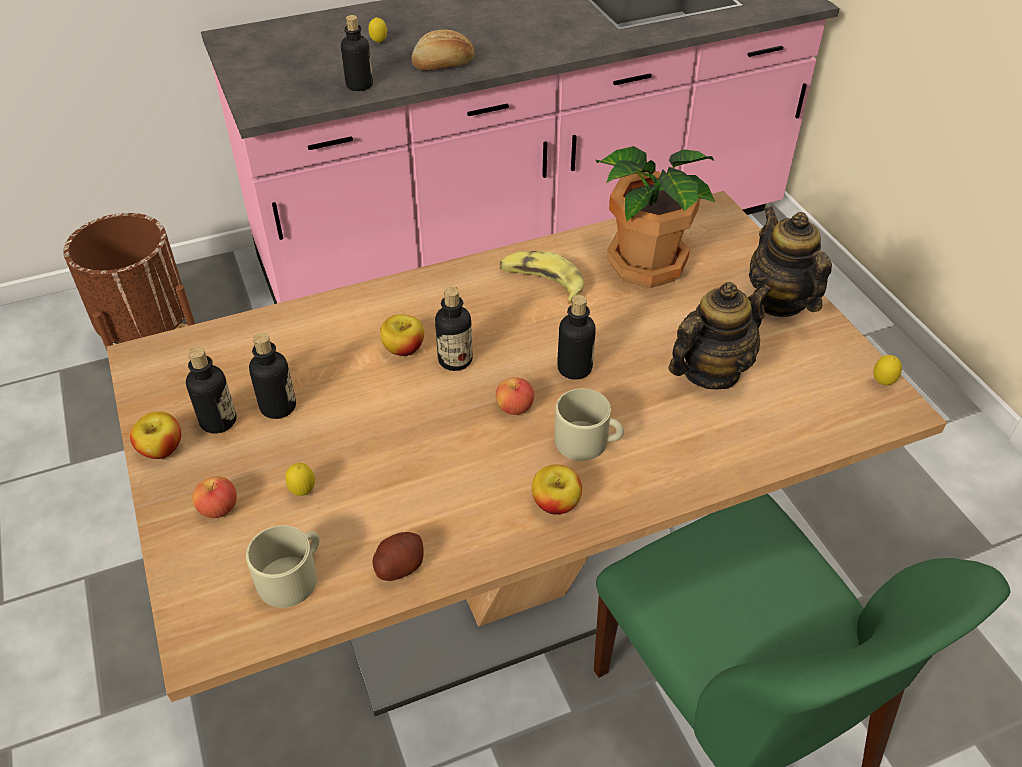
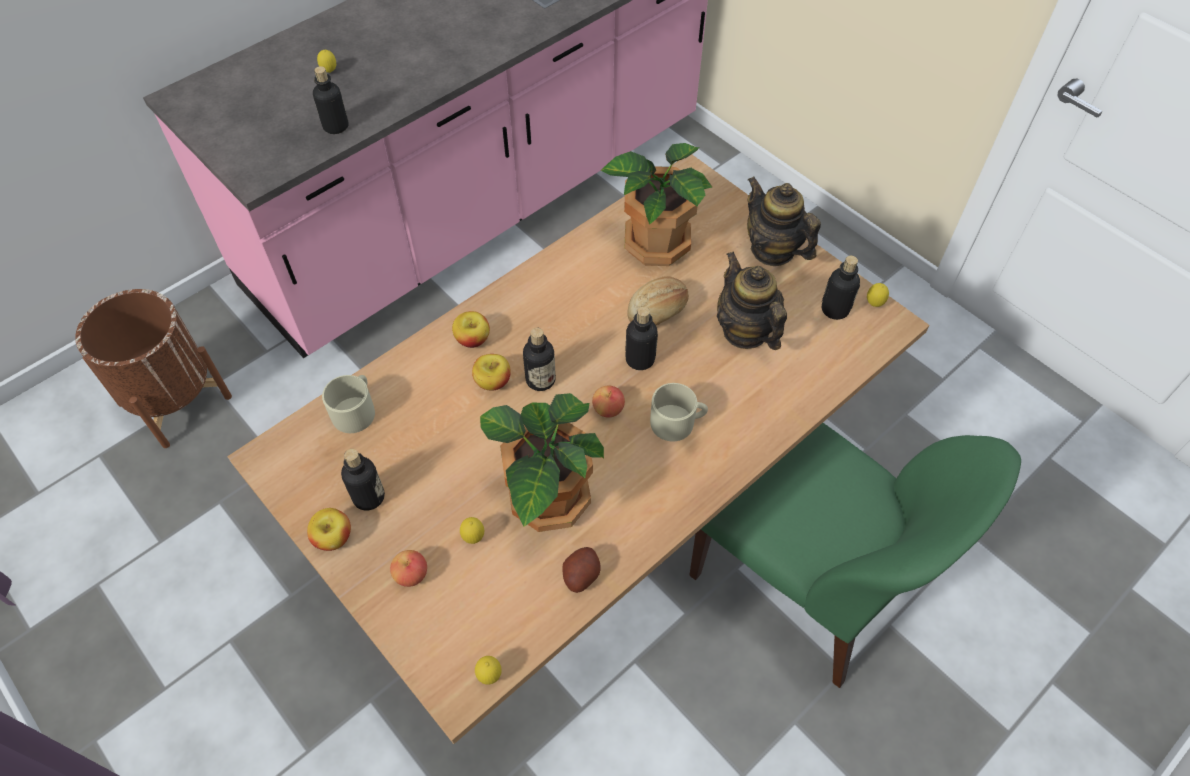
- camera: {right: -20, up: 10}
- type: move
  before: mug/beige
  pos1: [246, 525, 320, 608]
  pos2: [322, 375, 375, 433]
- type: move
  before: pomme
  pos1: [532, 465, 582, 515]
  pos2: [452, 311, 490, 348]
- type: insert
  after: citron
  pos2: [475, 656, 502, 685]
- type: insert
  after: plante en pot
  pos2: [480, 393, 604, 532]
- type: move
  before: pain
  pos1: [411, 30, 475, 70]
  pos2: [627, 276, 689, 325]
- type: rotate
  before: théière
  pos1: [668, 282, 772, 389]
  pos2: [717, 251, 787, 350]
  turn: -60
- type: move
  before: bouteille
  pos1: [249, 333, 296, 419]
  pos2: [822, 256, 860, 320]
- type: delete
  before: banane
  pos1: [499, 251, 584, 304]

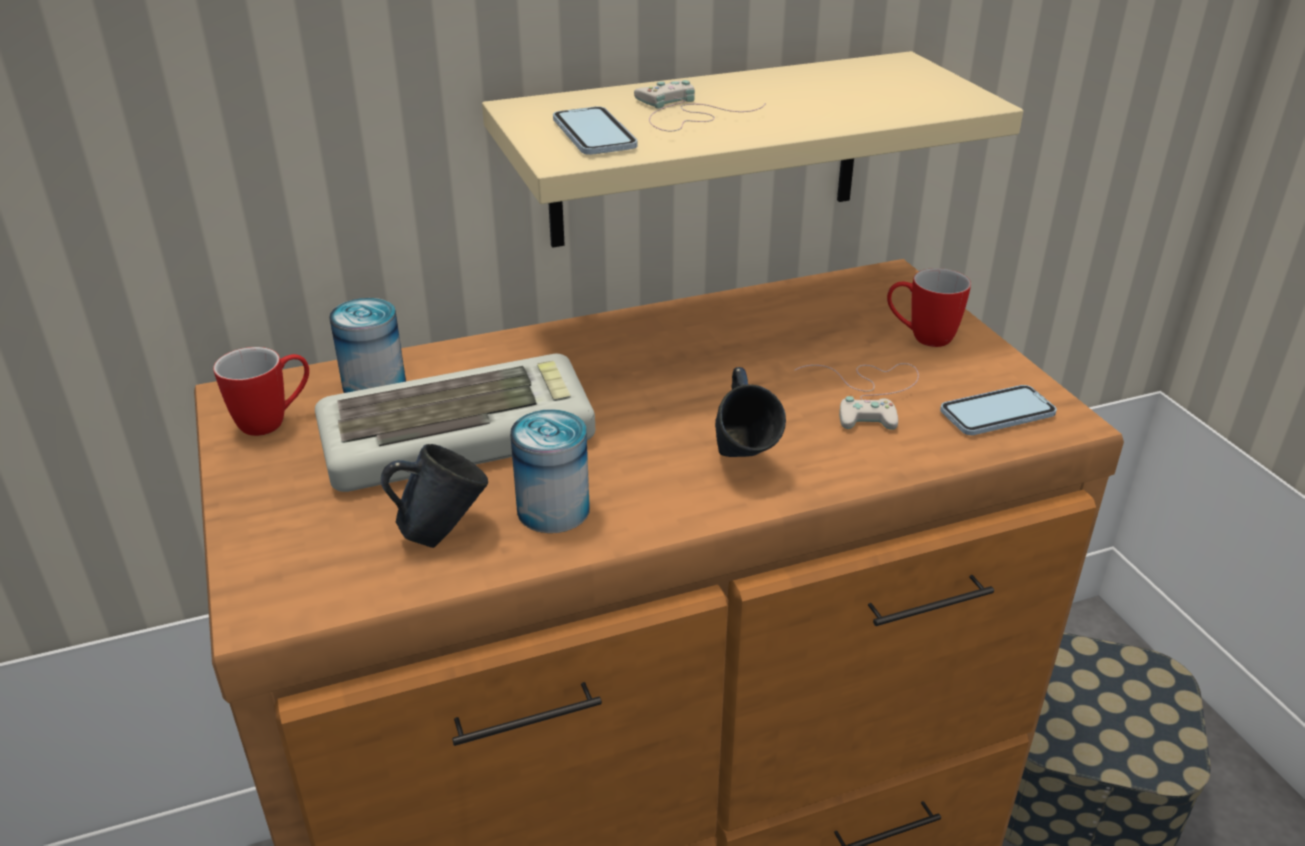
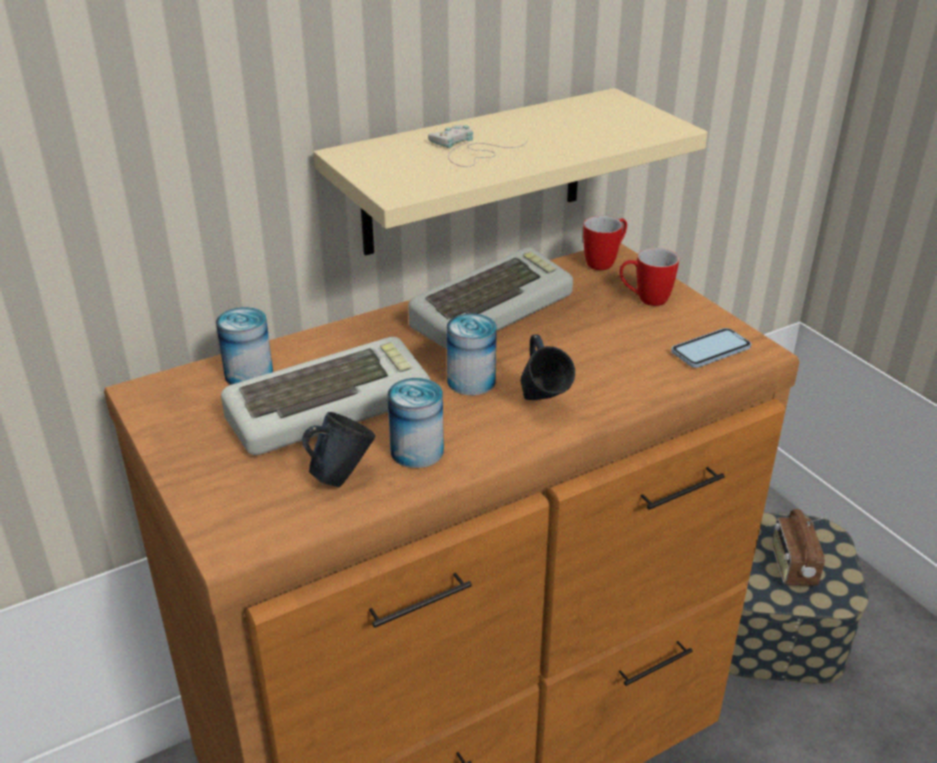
- camera: {right: -10, up: 0}
- type: insert
  after: clavier
  pos2: [409, 248, 573, 349]
- type: insert
  after: boîte métallique
  pos2: [447, 314, 497, 395]
- type: move
  before: mug
  pos1: [213, 347, 309, 436]
  pos2: [583, 216, 627, 270]
- type: insert
  after: radio
  pos2: [772, 509, 825, 586]
- type: delete
  before: téléphone
  pos1: [553, 107, 638, 155]
- type: delete
  before: manette/blanc
  pos1: [795, 363, 919, 430]

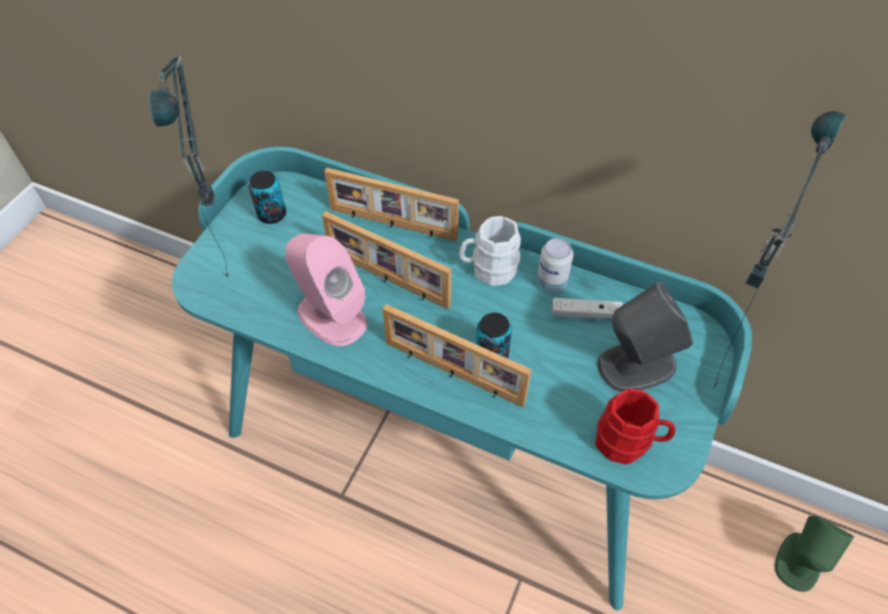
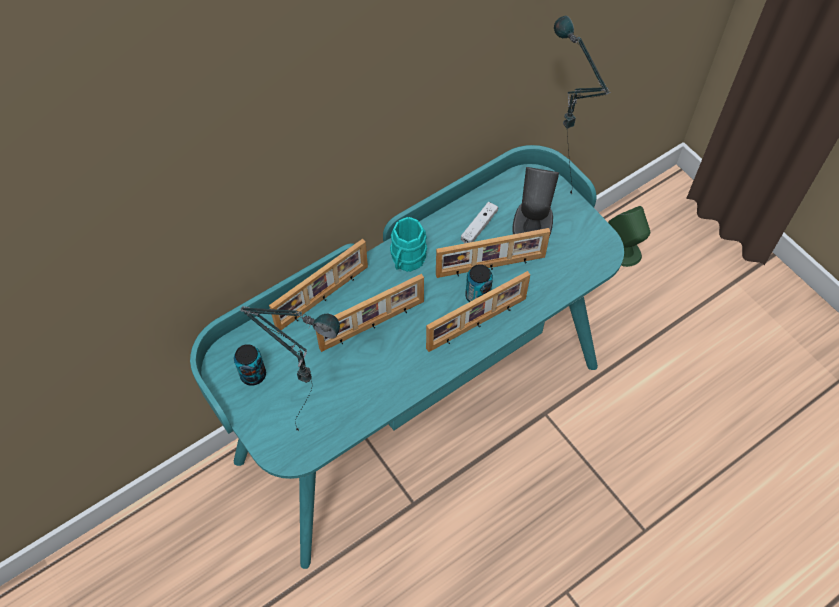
- camera: {right: -60, up: 5}
- type: recolor
  before: mug/blanc
  after: mug/turquoise
  pos1: [459, 216, 521, 286]
  pos2: [390, 217, 427, 272]
- type: insert
  after: cadre photo
  pos2: [436, 228, 550, 278]
- type: delete
  before: enceinte/rose
  pos1: [285, 234, 367, 346]
- type: delete
  before: boîte métallique
  pos1: [537, 238, 573, 292]
- type: delete
  before: mug/rouge
  pos1: [595, 388, 676, 464]

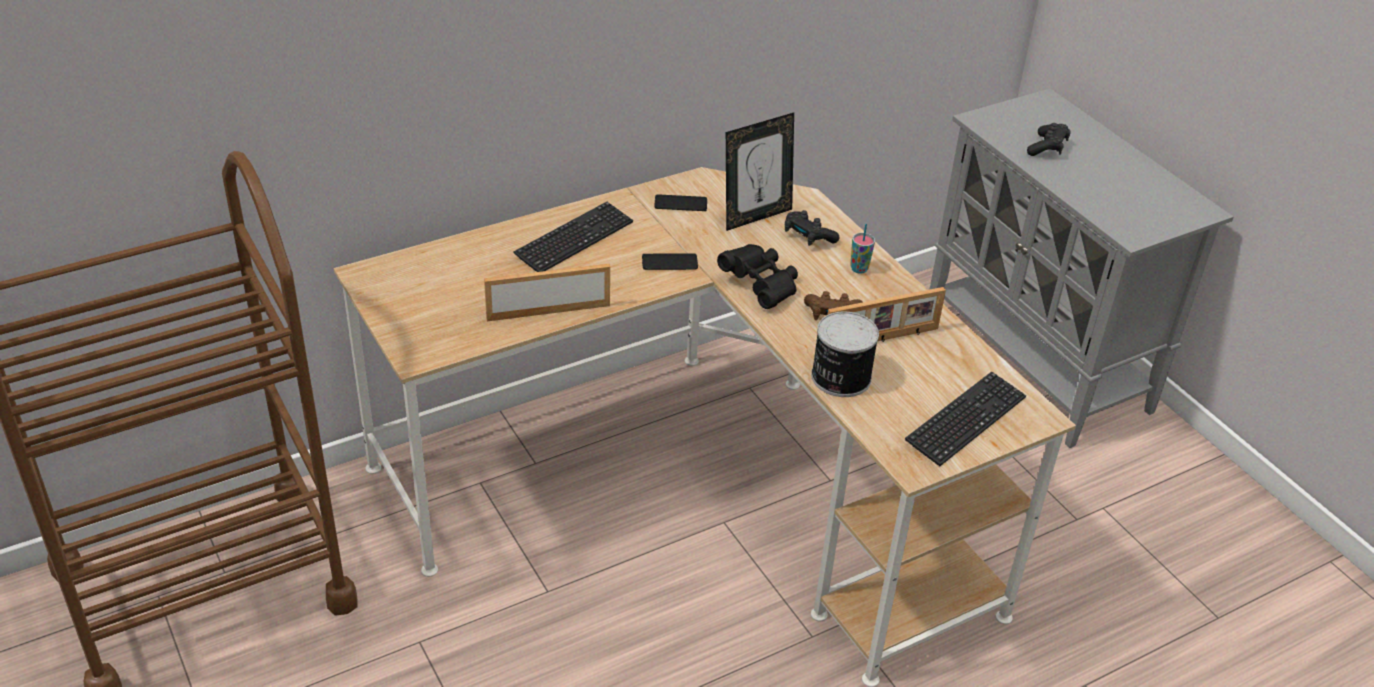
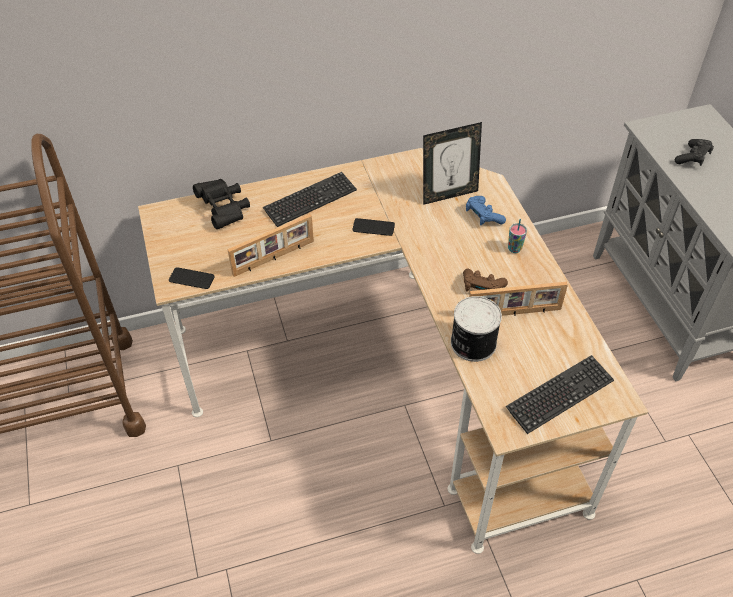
- camera: {right: 15, up: 10}
- type: move
  before: téléphone
  pos1: [654, 194, 707, 211]
  pos2: [169, 267, 215, 289]
- type: move
  before: jumelles/noir
  pos1: [717, 244, 798, 309]
  pos2: [193, 179, 250, 229]
- type: rotate
  before: cadre photo
  pos1: [484, 264, 610, 321]
  pos2: [227, 214, 314, 277]
  turn: 150
- type: recolor
  before: manette/noir
  after: manette/bleu
  pos1: [785, 210, 839, 246]
  pos2: [466, 196, 506, 225]

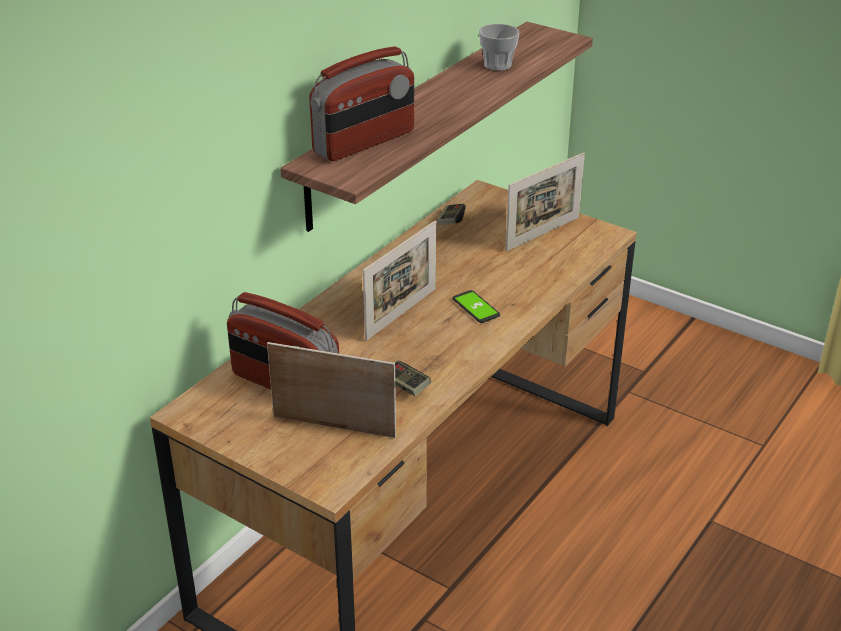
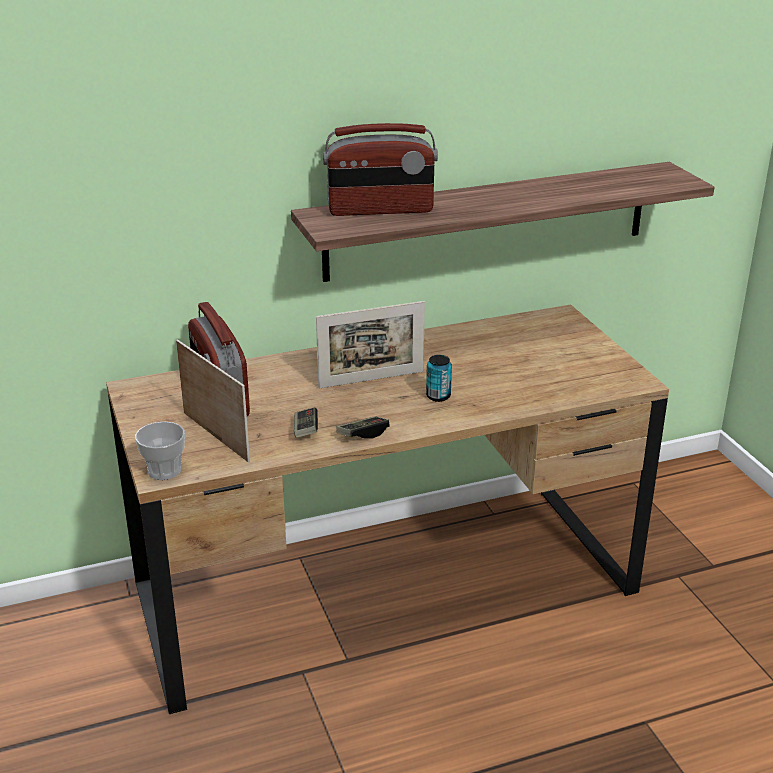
- camera: {right: 35, up: -5}
- type: move
  before: tasse
  pos1: [479, 24, 519, 71]
  pos2: [135, 421, 185, 480]
- type: move
  before: manette
  pos1: [437, 203, 466, 225]
  pos2: [336, 416, 390, 439]
- type: replace
  before: téléphone
  after: boîte métallique
  pos1: [452, 290, 500, 323]
  pos2: [426, 355, 452, 402]
- type: delete
  before: cadre photo
  pos1: [505, 153, 585, 251]

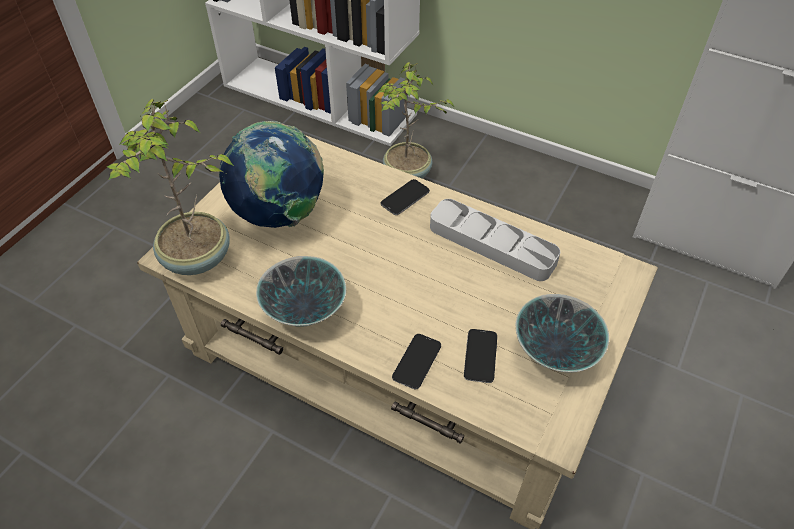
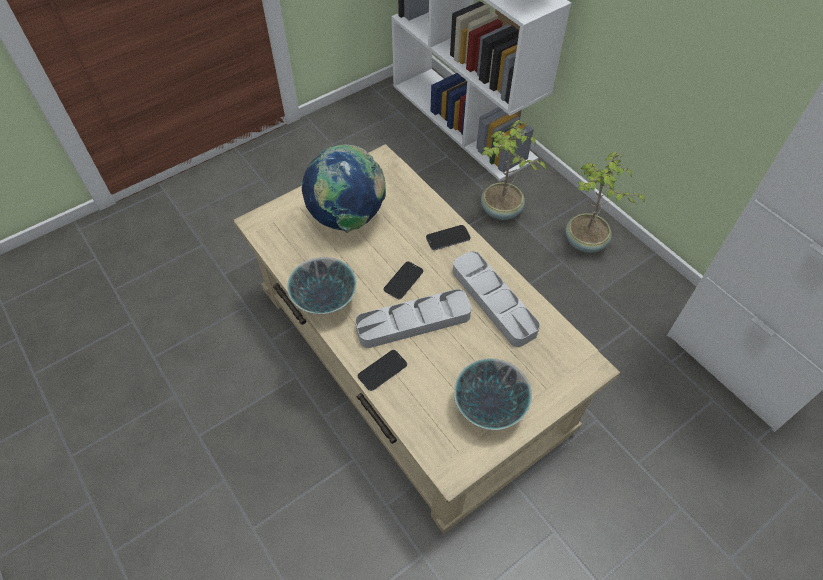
- camera: {right: 25, up: 5}
- type: insert
  after: plateau/gris
  pos2: [355, 289, 472, 348]
- type: move
  before: téléphone
  pos1: [464, 329, 497, 383]
  pos2: [384, 262, 423, 299]
- type: move
  before: plante en pot
  pos1: [107, 99, 234, 275]
  pos2: [565, 152, 645, 253]

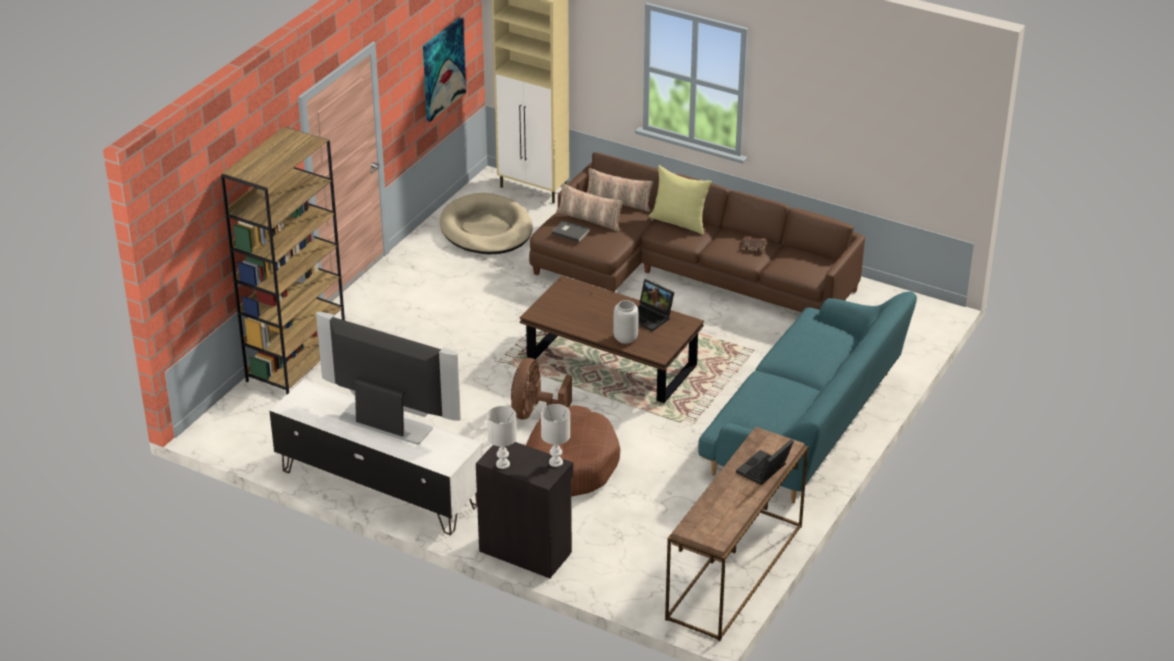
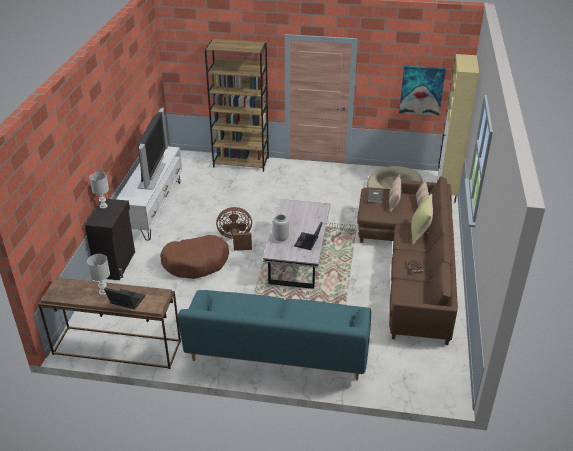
- camera: {right: 70, up: 0}
- type: move
  before: lampe de table/blanc
  pos1: [541, 404, 570, 467]
  pos2: [87, 254, 110, 295]
- type: recolor
  before: table basse/marron
  after: table basse/blanc
  pos1: [520, 276, 704, 403]
  pos2: [263, 199, 330, 289]

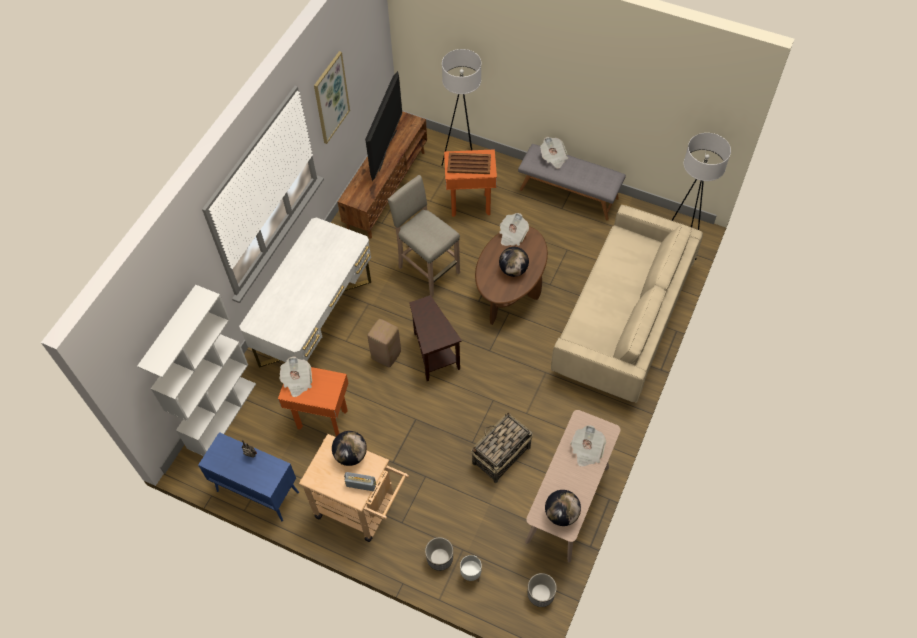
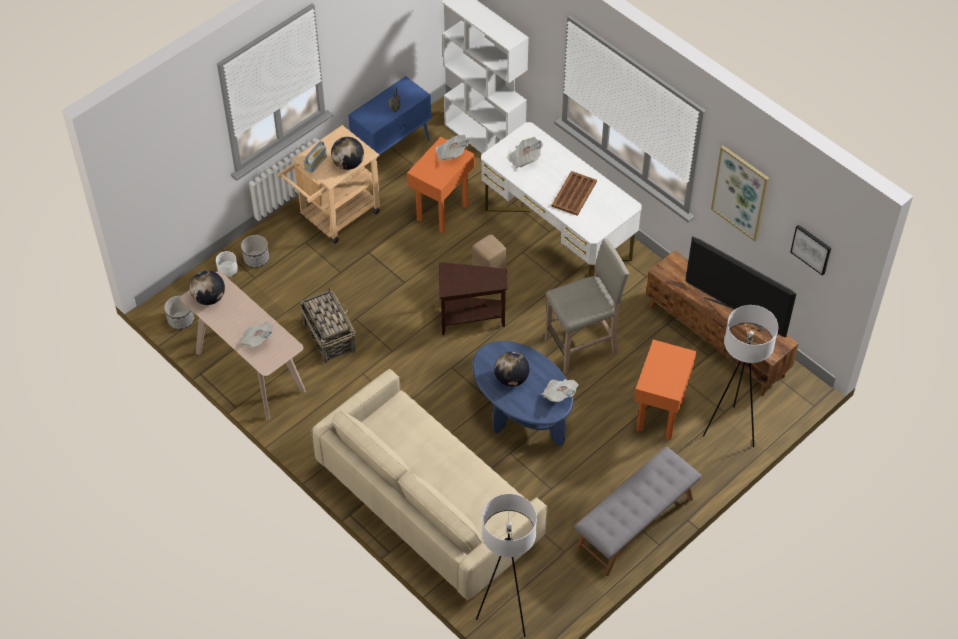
- camera: {right: 110, up: -5}
- type: recolor
  before: table basse/marron
  after: table basse/bleu
  pos1: [475, 226, 548, 325]
  pos2: [472, 341, 574, 447]
- type: move
  before: journal
  pos1: [540, 137, 568, 169]
  pos2: [507, 137, 543, 169]
- type: move
  before: plateau/marron
  pos1: [447, 153, 491, 174]
  pos2: [551, 171, 597, 216]
- type: insert
  after: tableau
  pos2: [790, 225, 831, 276]

